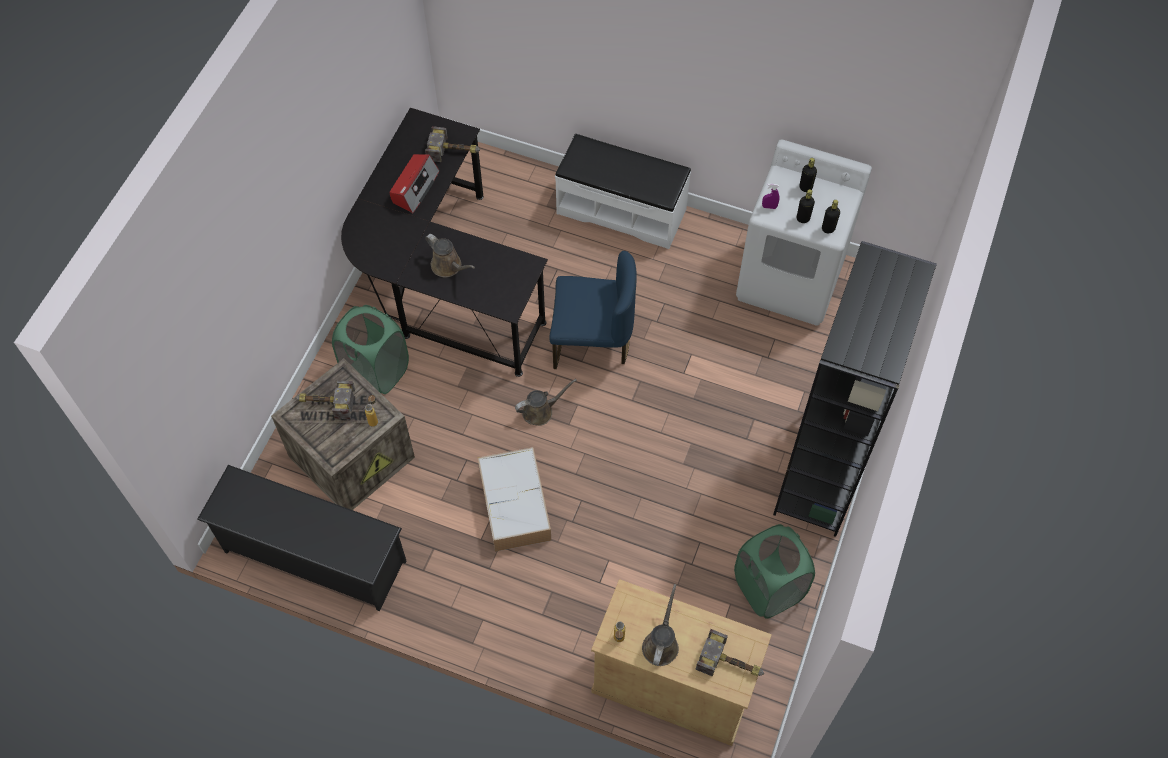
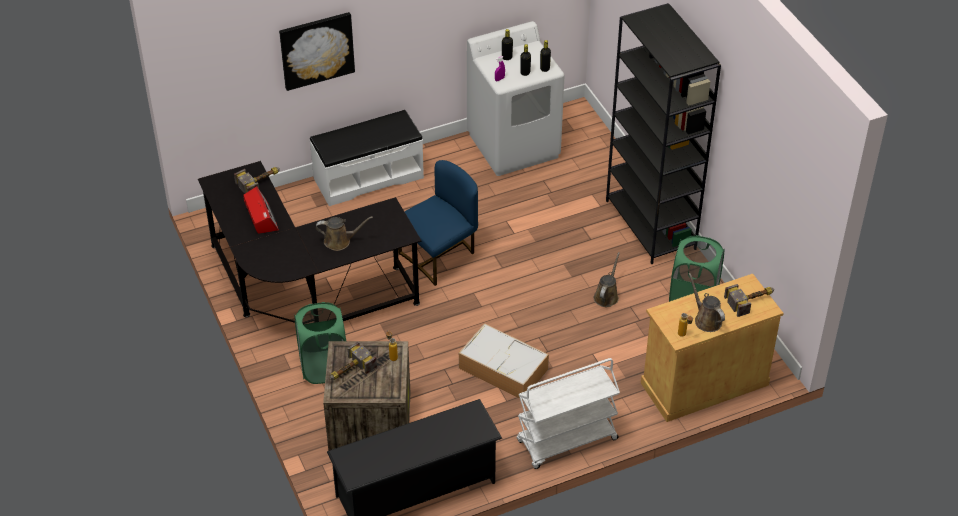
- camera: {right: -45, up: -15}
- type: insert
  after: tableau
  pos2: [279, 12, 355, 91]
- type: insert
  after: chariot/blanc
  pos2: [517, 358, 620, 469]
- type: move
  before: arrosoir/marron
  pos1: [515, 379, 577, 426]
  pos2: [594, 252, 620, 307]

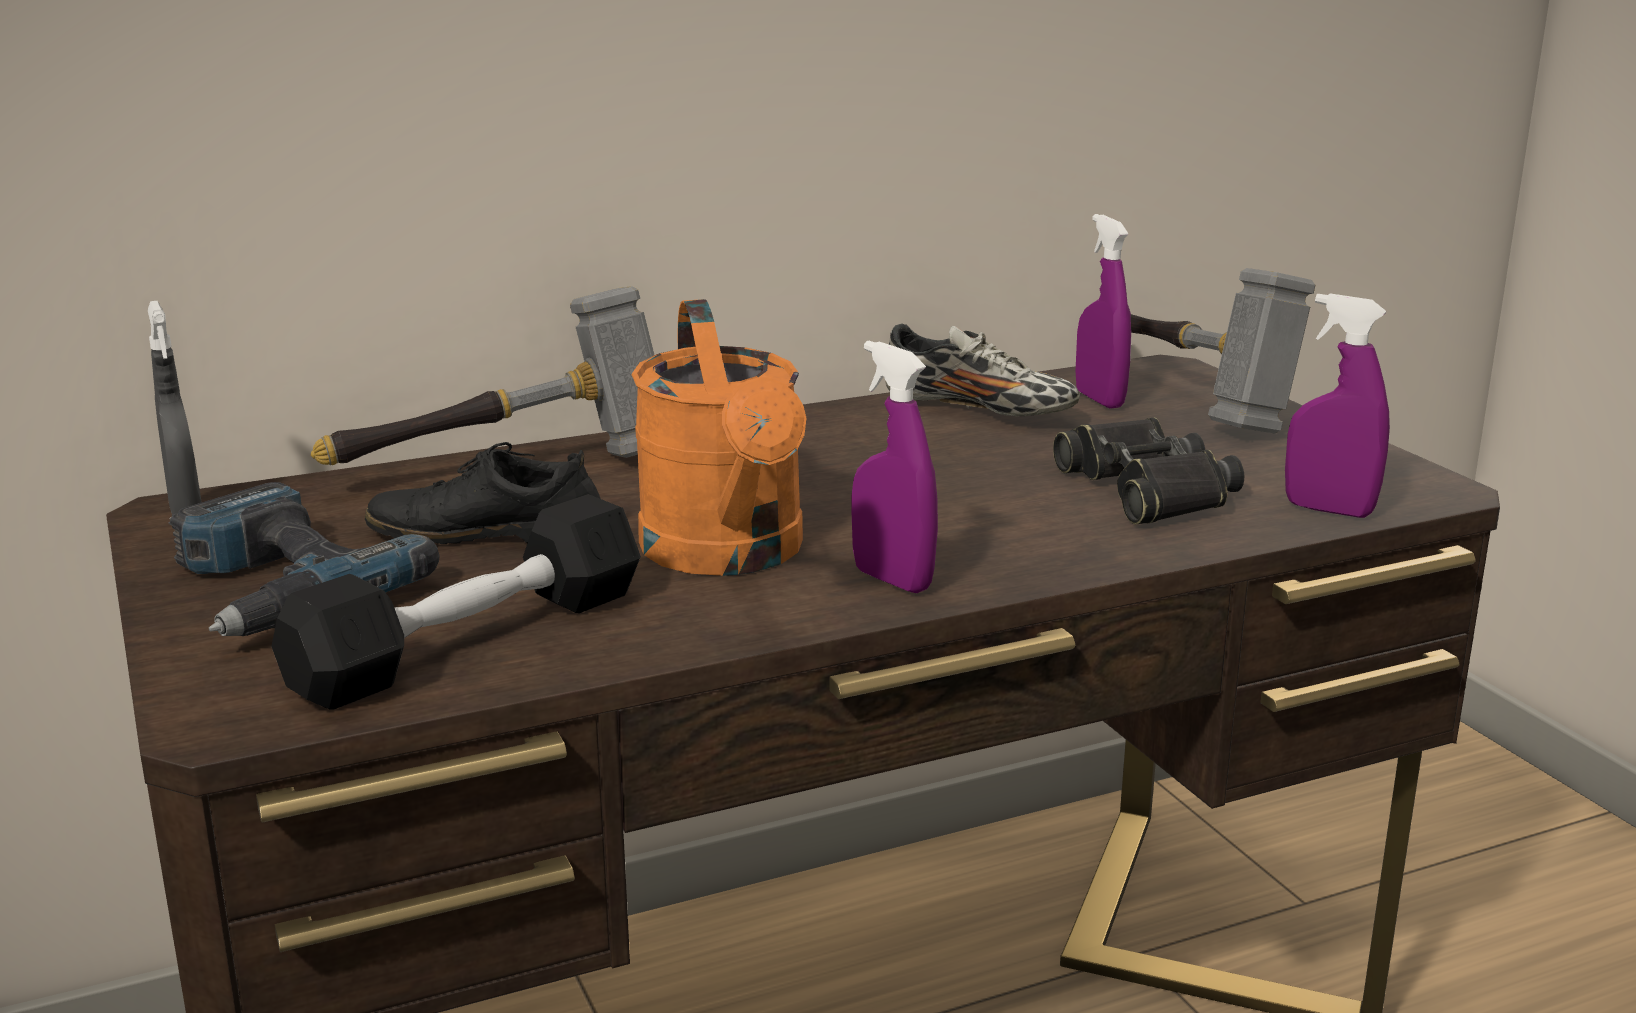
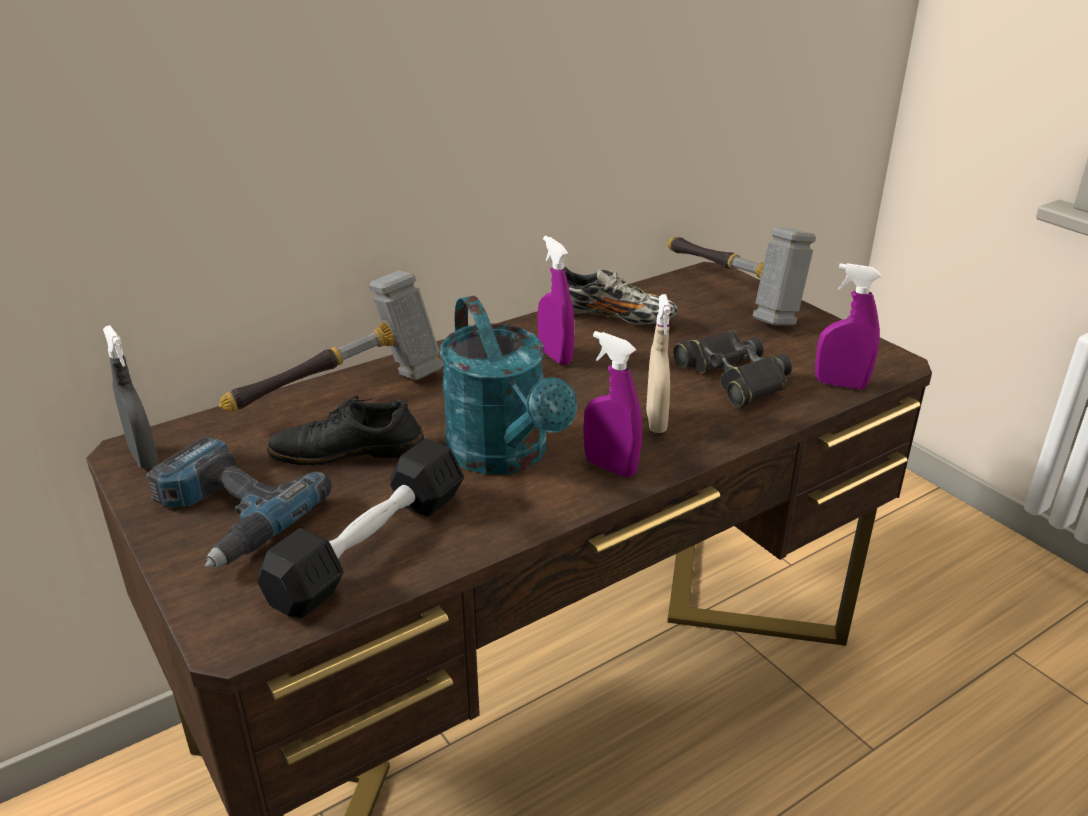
- camera: {right: -10, up: 10}
- type: recolor
  before: arrosoir/orange
  after: arrosoir/turquoise
  pos1: [632, 299, 807, 576]
  pos2: [440, 296, 577, 475]
- type: move
  before: vaporisateur/violet
  pos1: [1075, 214, 1131, 409]
  pos2: [538, 236, 574, 365]
- type: insert
  after: vaporisateur/beige
  pos2: [646, 294, 671, 433]

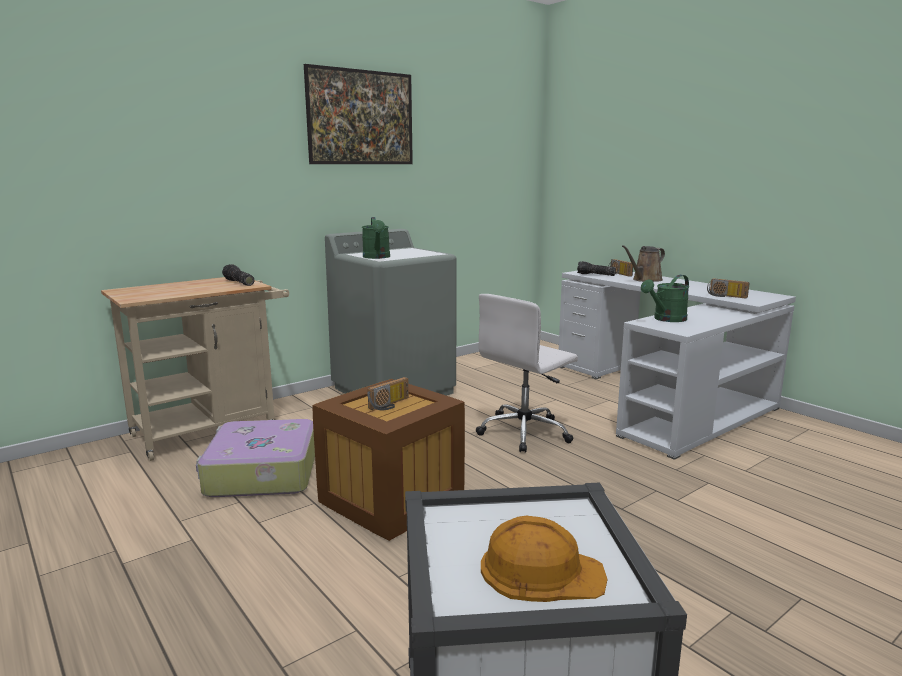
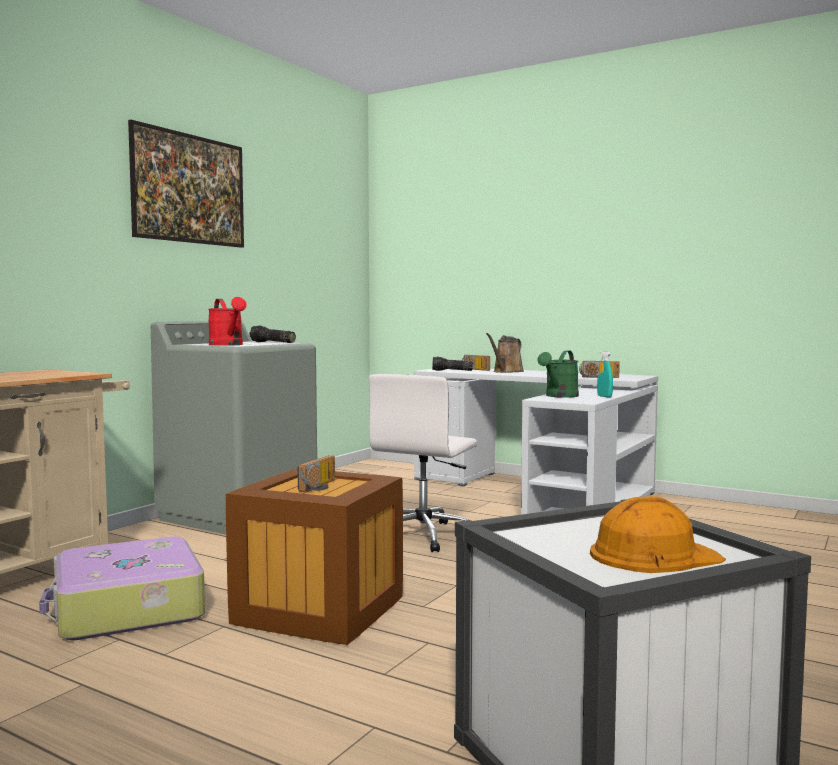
- camera: {right: -20, up: -10}
- type: recolor
  before: arrosoir/vert
  after: arrosoir/rouge
  pos1: [362, 217, 390, 259]
  pos2: [208, 297, 247, 346]
- type: move
  before: lampe de poche
  pos1: [222, 264, 254, 286]
  pos2: [249, 325, 296, 343]
- type: insert
  after: vaporisateur/turquoise
  pos2: [597, 351, 613, 397]

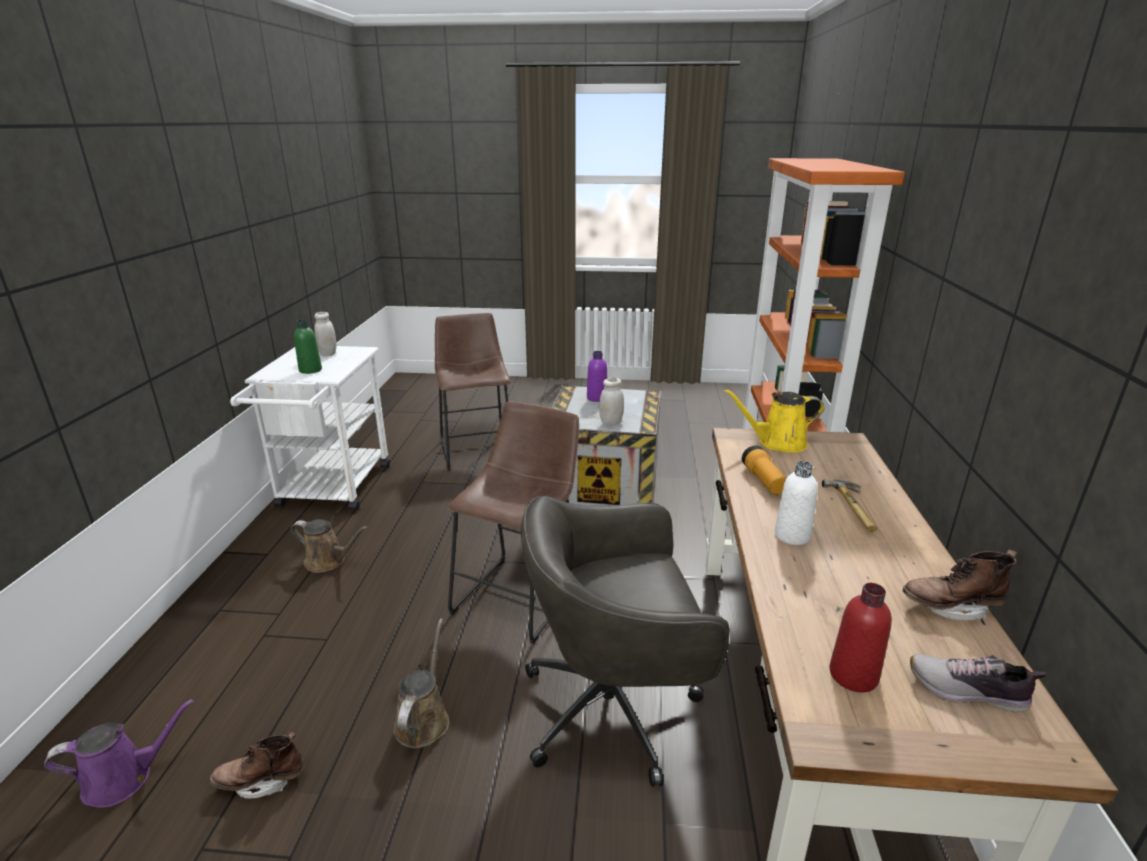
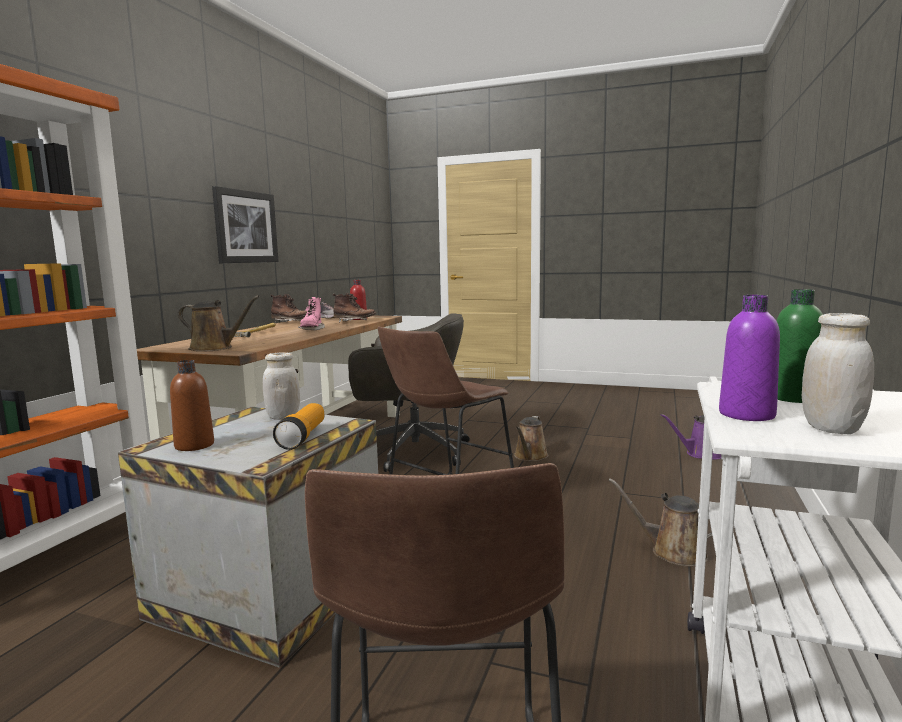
- camera: {right: -165, up: -15}
- type: insert
  after: bouteille/marron
  pos2: [170, 360, 214, 451]
- type: recolor
  before: arrosoir/jaune
  after: arrosoir/marron
  pos1: [724, 389, 824, 453]
  pos2: [178, 295, 260, 352]
- type: insert
  after: tableau
  pos2: [212, 186, 279, 263]
- type: move
  before: lampe de poche
  pos1: [742, 446, 786, 495]
  pos2: [273, 403, 324, 450]
- type: replace
  before: bouteille/blanc
  after: botte/rose
  pos1: [775, 461, 818, 545]
  pos2: [298, 297, 325, 330]
- type: move
  before: botte/marron
  pos1: [210, 732, 304, 799]
  pos2: [333, 293, 376, 322]
- type: move
  before: bouteille/violet
  pos1: [587, 351, 607, 402]
  pos2: [719, 295, 780, 421]

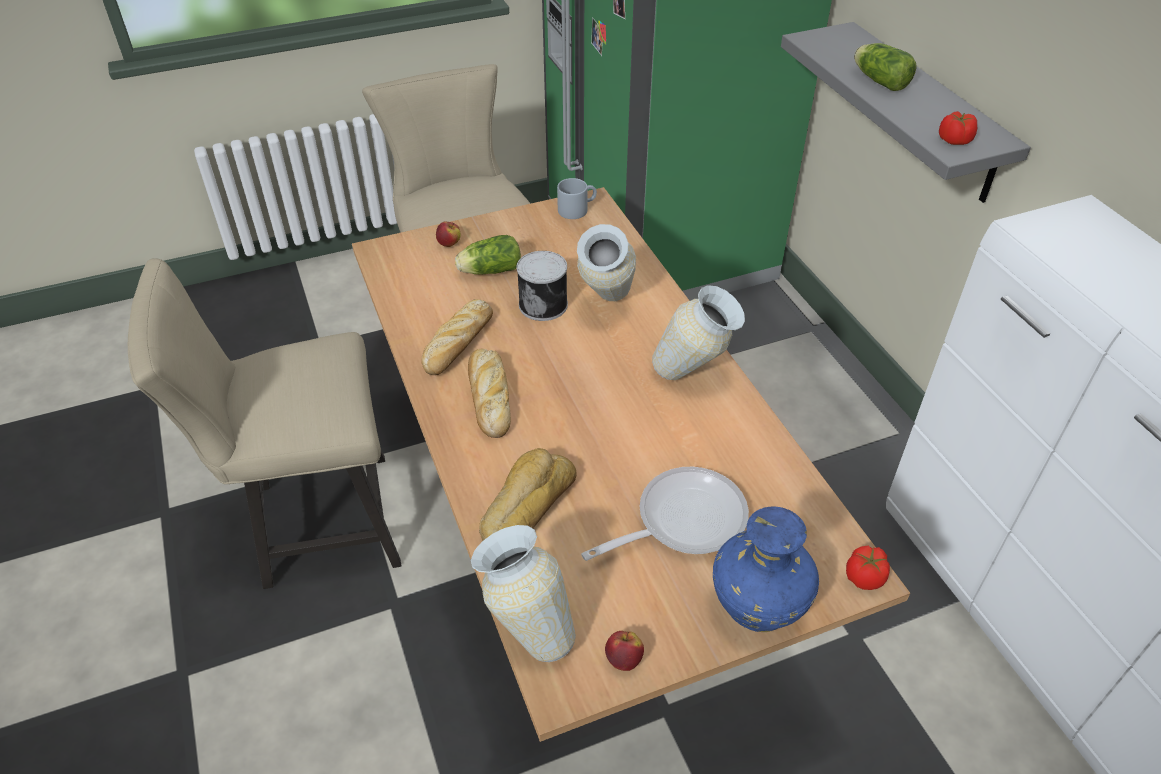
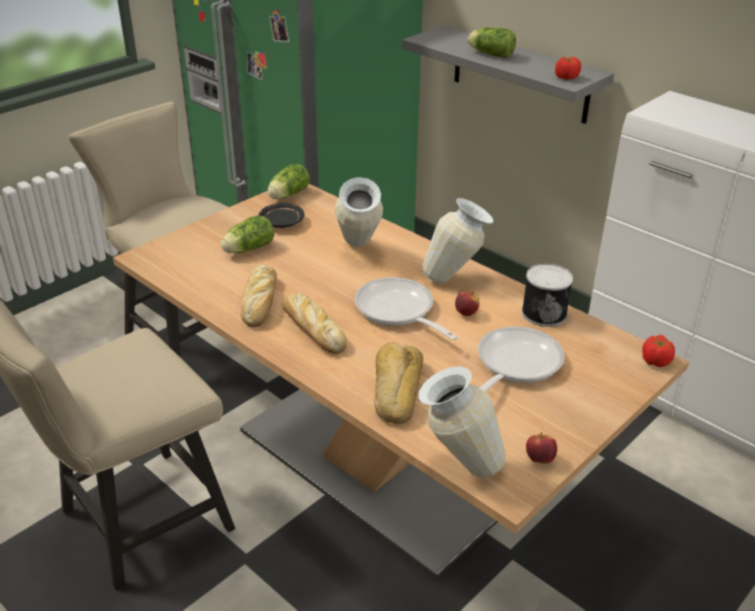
- camera: {right: -25, up: -10}
- type: insert
  after: assiette/noir
  pos2: [259, 203, 304, 228]
- type: replace
  before: mug/gris
  after: laitue
  pos1: [557, 178, 597, 219]
  pos2: [268, 164, 310, 199]
- type: insert
  after: poêle
  pos2: [354, 277, 458, 340]
- type: move
  before: pomme
  pos1: [436, 222, 461, 247]
  pos2: [455, 292, 480, 316]
- type: move
  before: boîte métallique
  pos1: [517, 251, 568, 321]
  pos2: [522, 264, 573, 327]
- type: delete
  before: vase/bleu
  pos1: [713, 506, 819, 632]

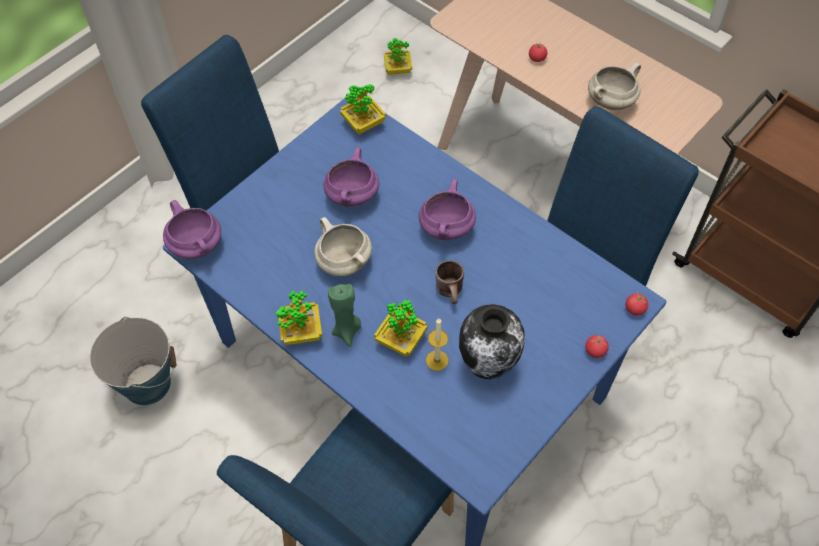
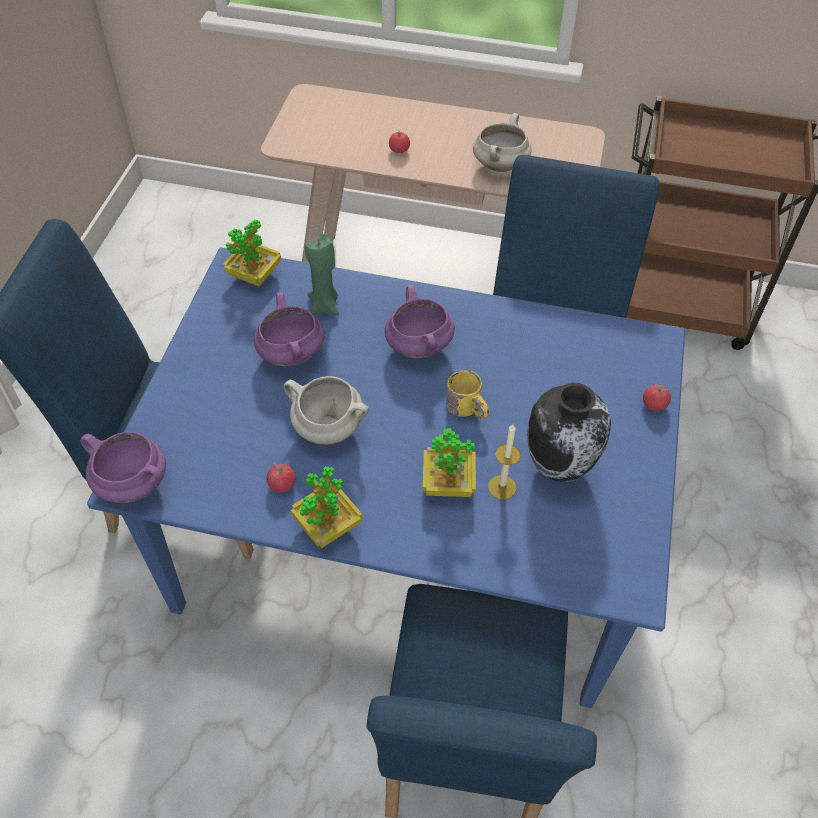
- camera: {right: -30, up: -5}
- type: move
  before: tomate
  pos1: [626, 291, 648, 316]
  pos2: [267, 462, 296, 493]
- type: move
  before: bougie/vert
  pos1: [328, 284, 361, 347]
  pos2: [305, 233, 339, 316]
- type: recolor
  before: mug/marron
  after: mug/jaune
  pos1: [435, 261, 464, 304]
  pos2: [446, 370, 489, 419]
- type: delete
  before: seau
  pos1: [89, 317, 177, 405]
- type: delete
  before: plante en pot
  pos1: [384, 38, 412, 75]

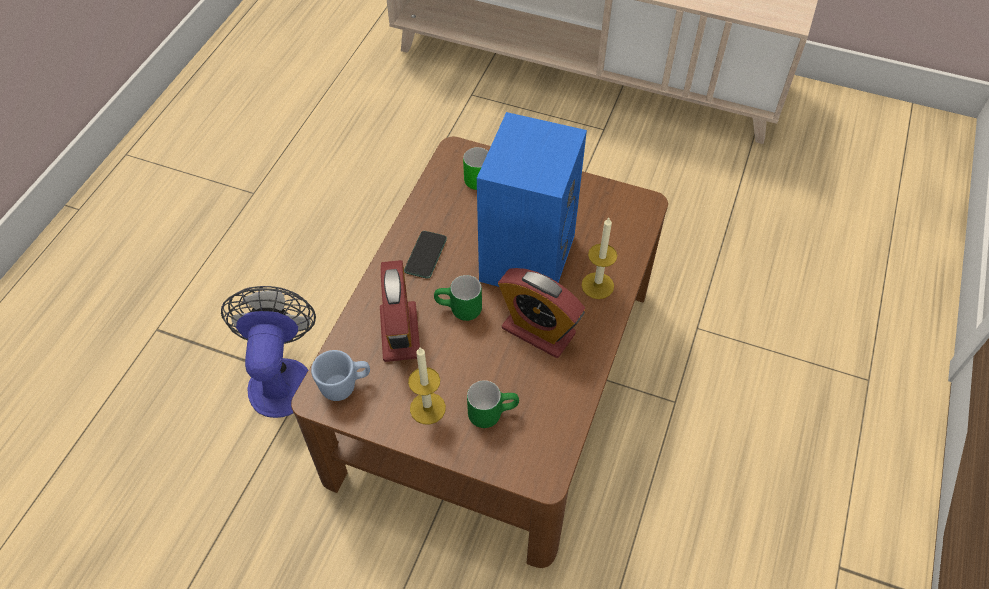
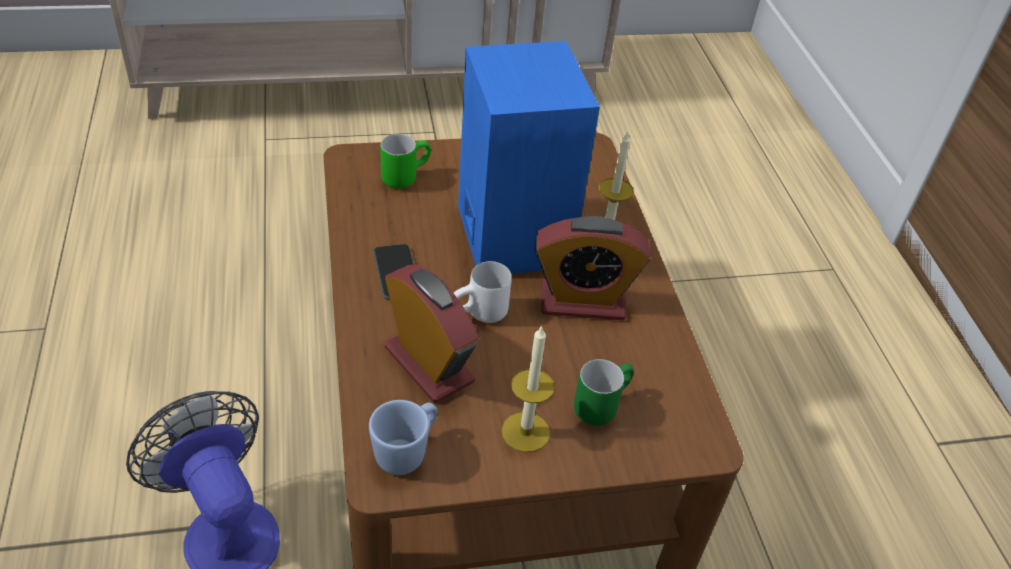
- camera: {right: -35, up: -10}
- type: recolor
  before: mug/vert
  after: mug/blanc
  pos1: [434, 275, 482, 321]
  pos2: [454, 261, 512, 323]

